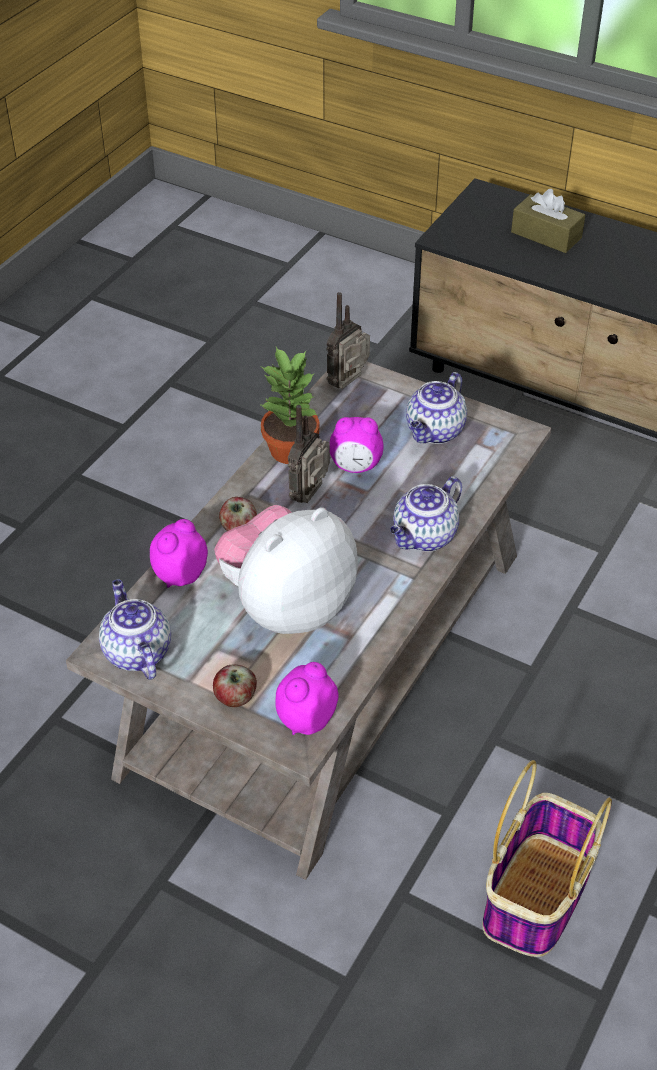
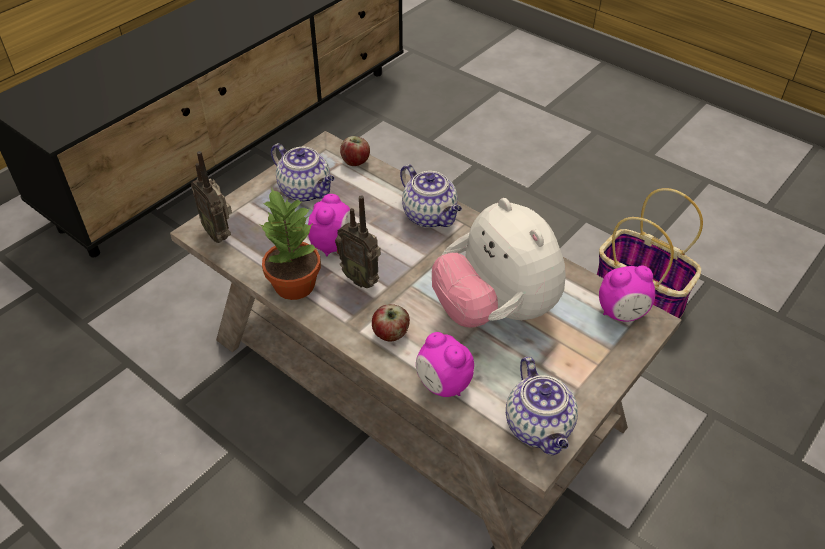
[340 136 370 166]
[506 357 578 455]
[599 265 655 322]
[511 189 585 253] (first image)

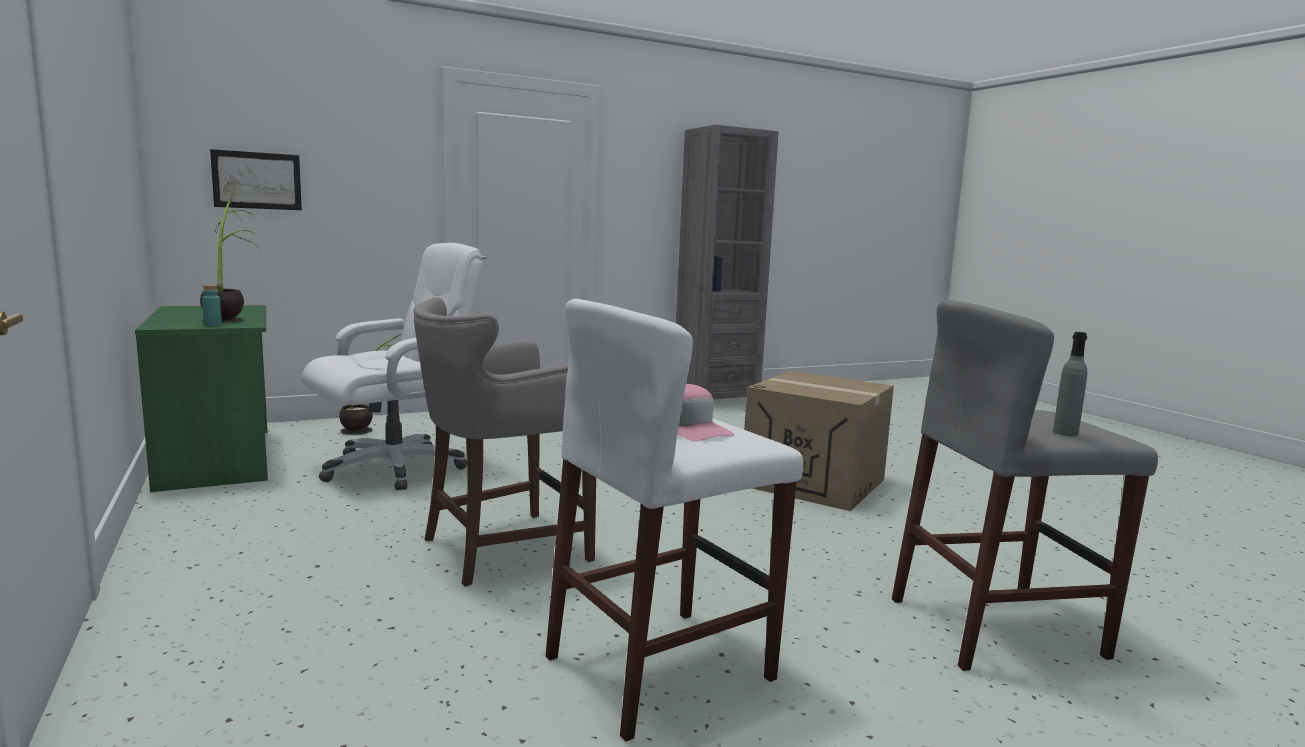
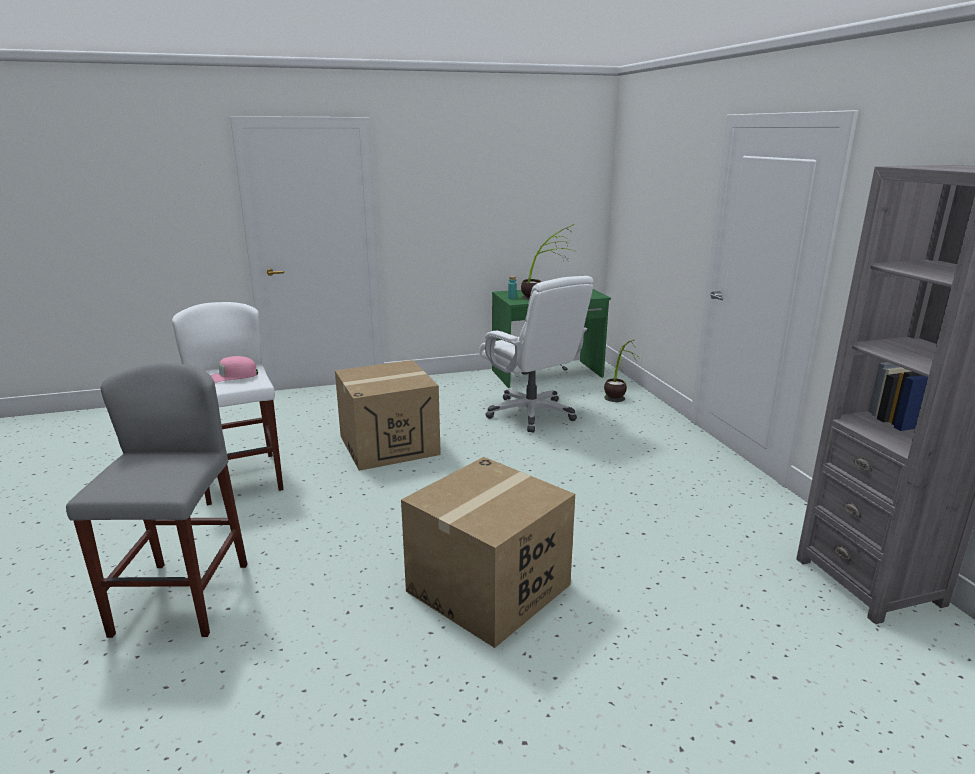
[335 360 441 471]
[210 149 302 210] (first image)
[1053 332 1087 436] (first image)

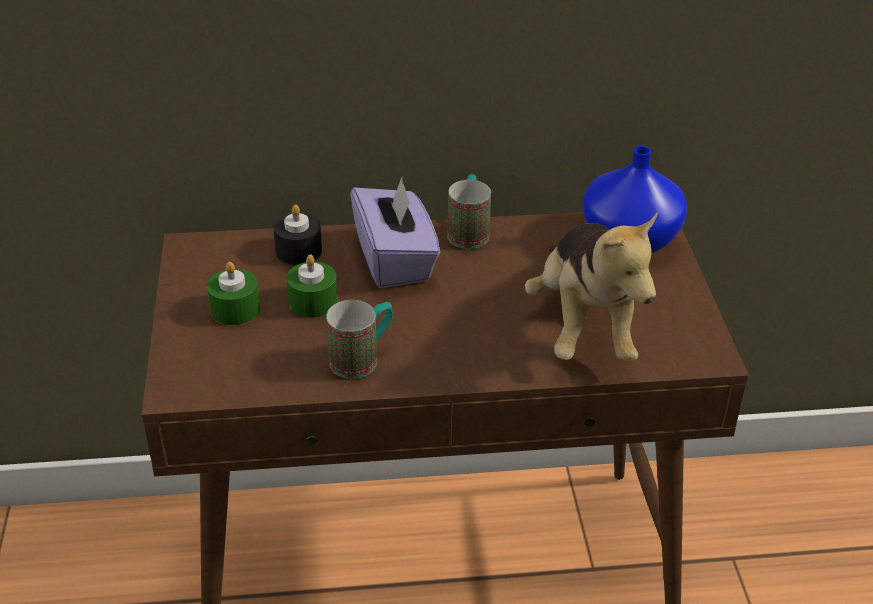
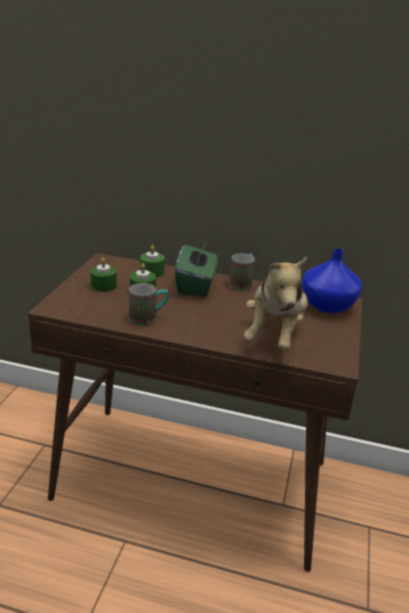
[140 245 165 277]
[175 242 218 297]

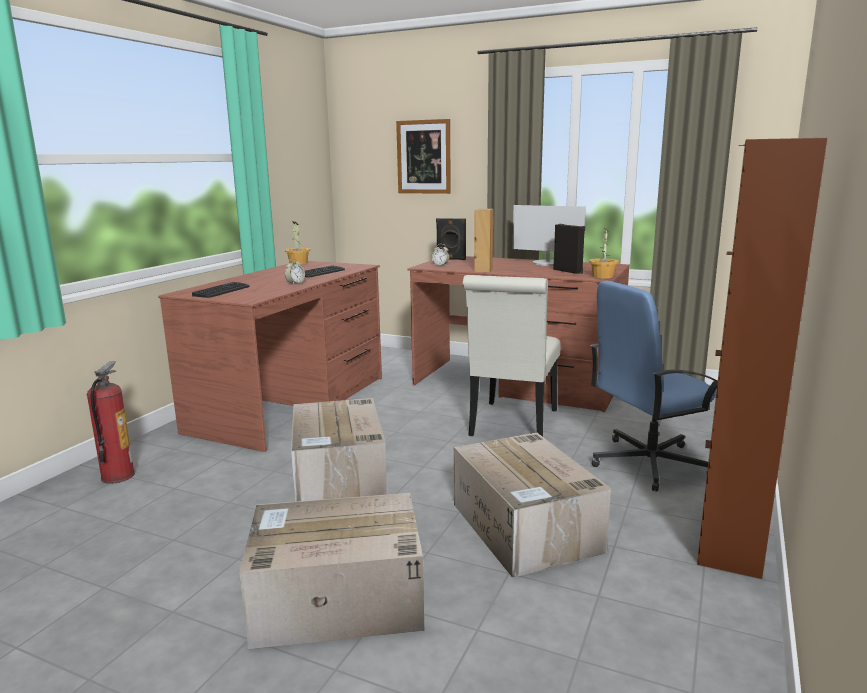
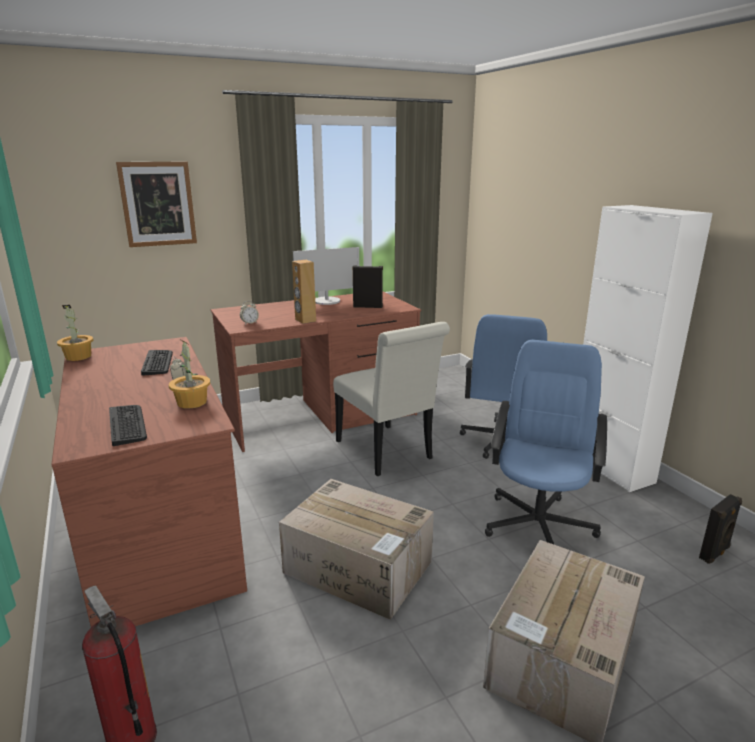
[169 339 210 409]
[485 340 607 544]
[583 205 713 492]
[699 494 742 564]

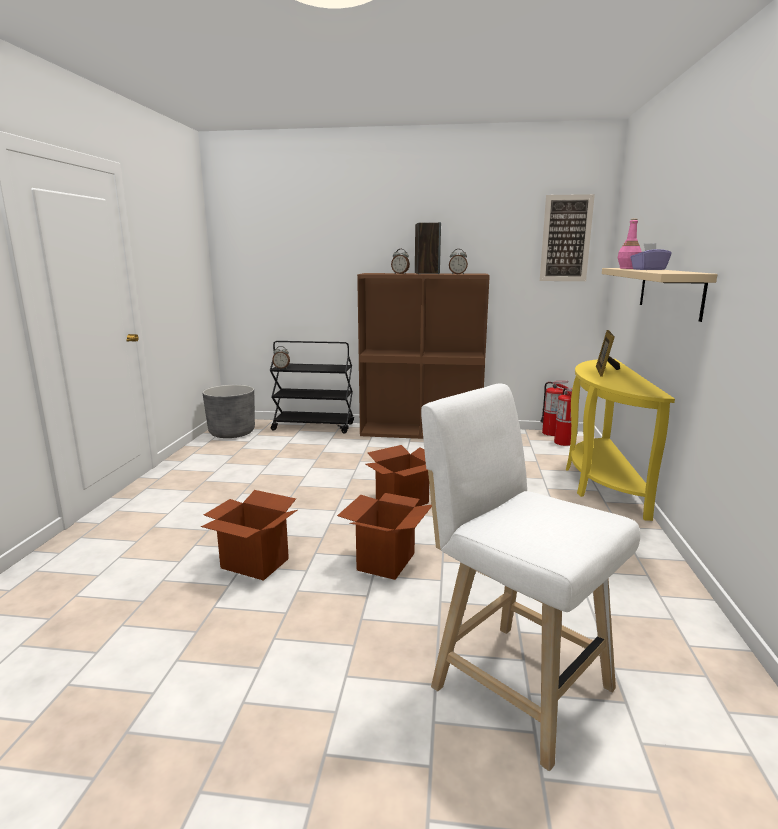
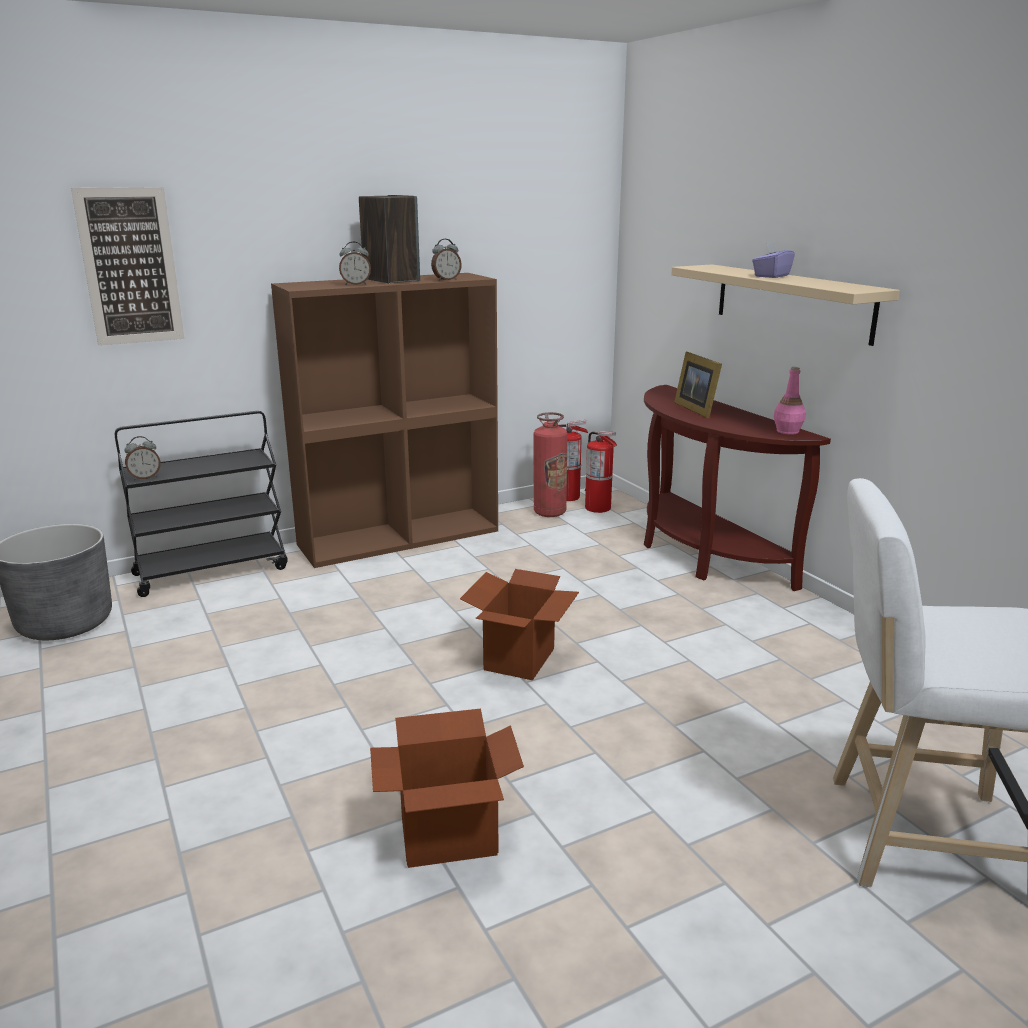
[71 187 185 346]
[534 412 568 517]
[644 385 831 591]
[774 367 806 435]
[337 493 432 580] (first image)

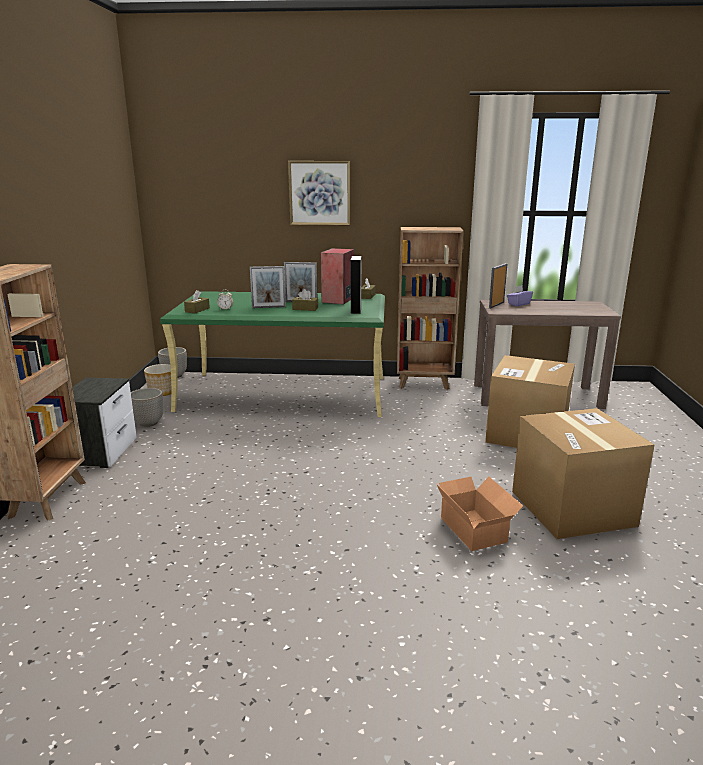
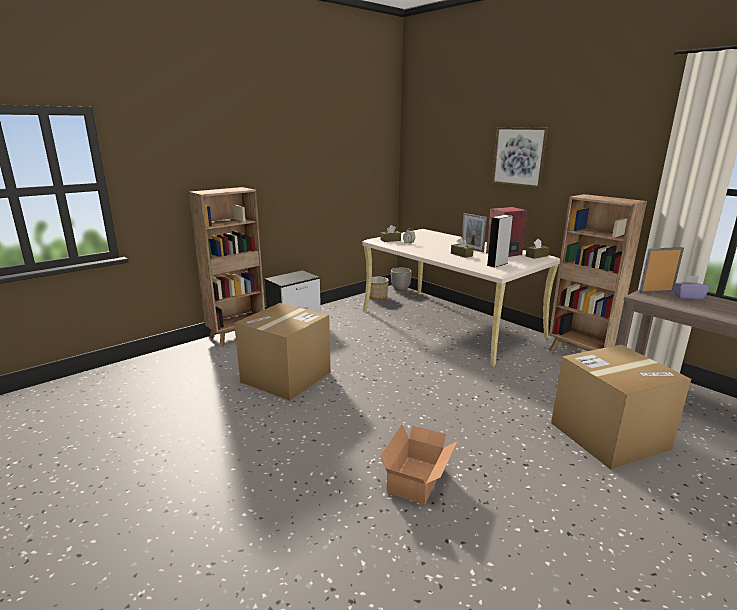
[234 303 331 401]
[362 229 560 366]
[131 388 163 427] (first image)
[250 266 286 308] (first image)

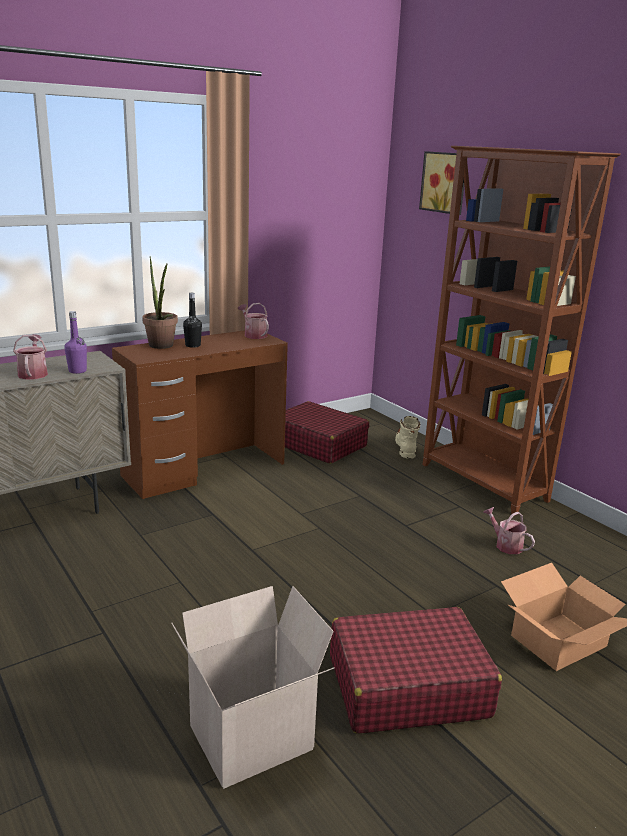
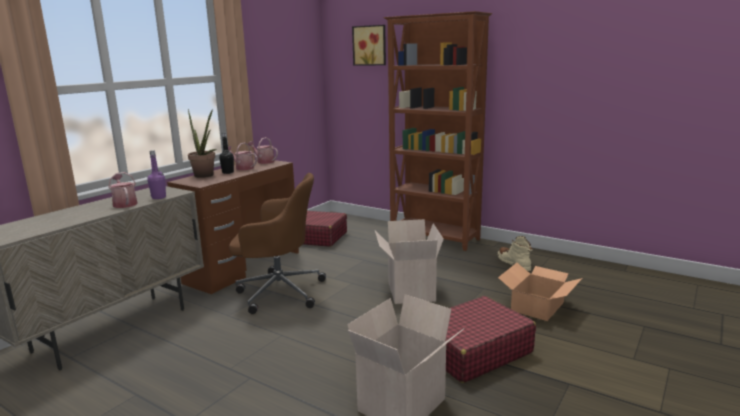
[228 142 257 170]
[229 173 326 314]
[375 219 444 304]
[497 236 533 272]

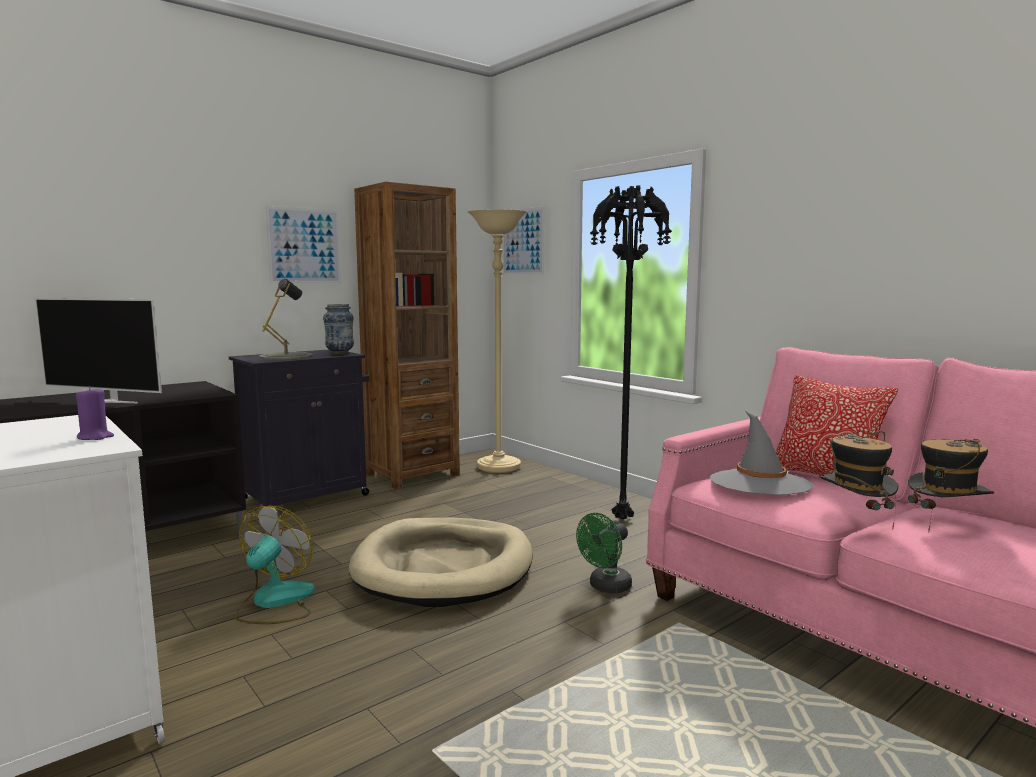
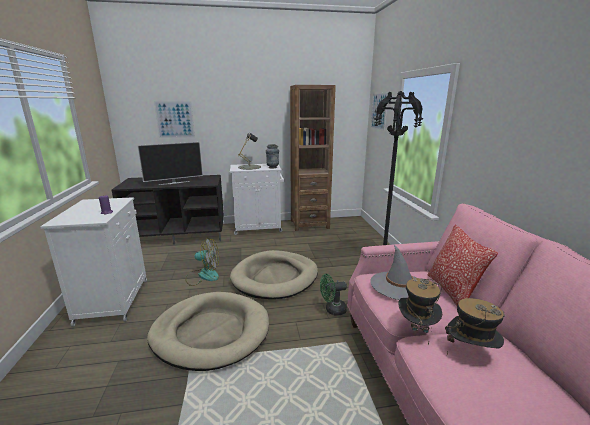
[137 142 203 185]
[147 292 269 371]
[154 101 195 138]
[185 238 219 286]
[230 164 284 235]
[468 209 528 473] (first image)

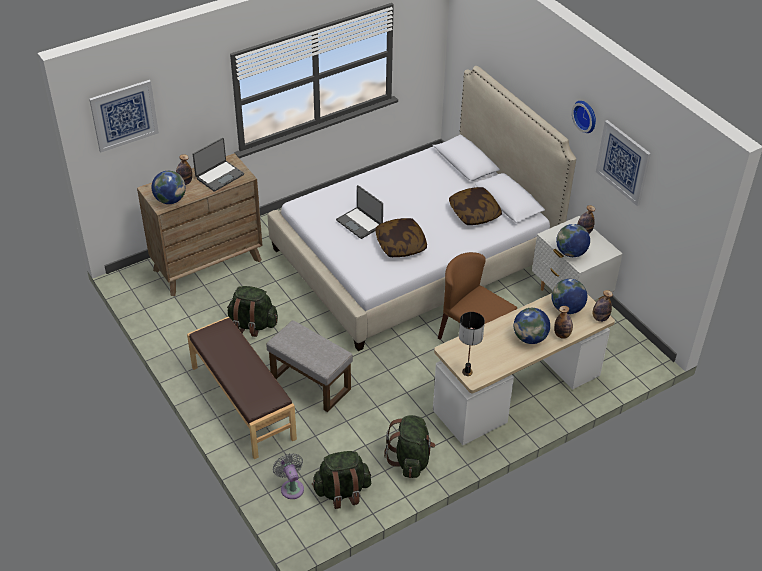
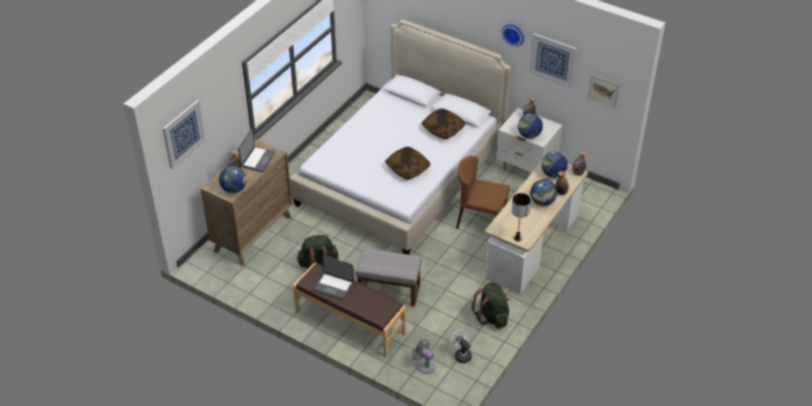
[314 255 354 300]
[449 329 472 363]
[588 75 619 108]

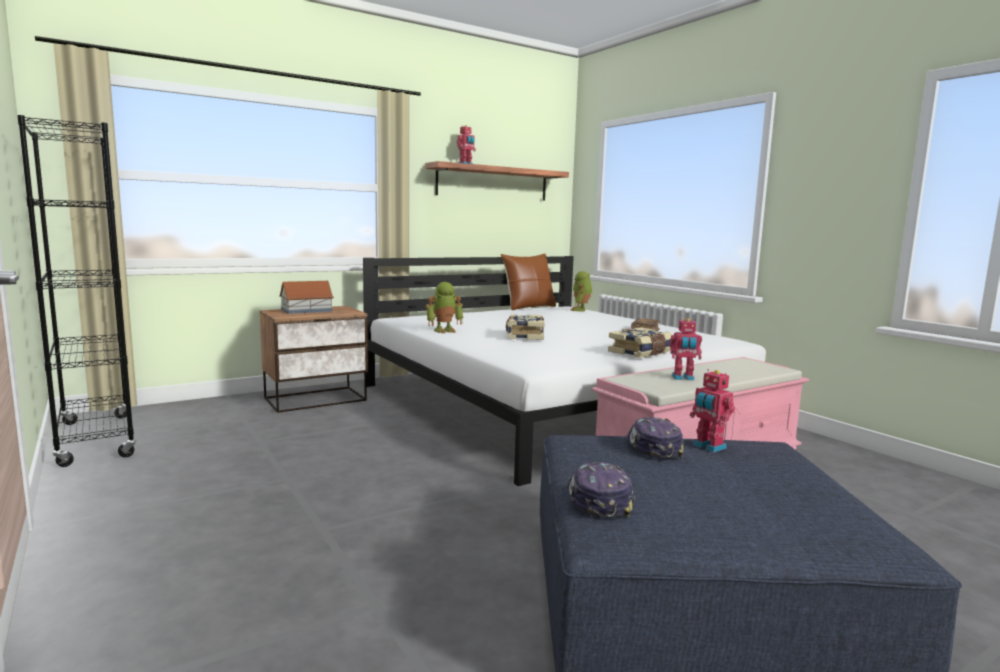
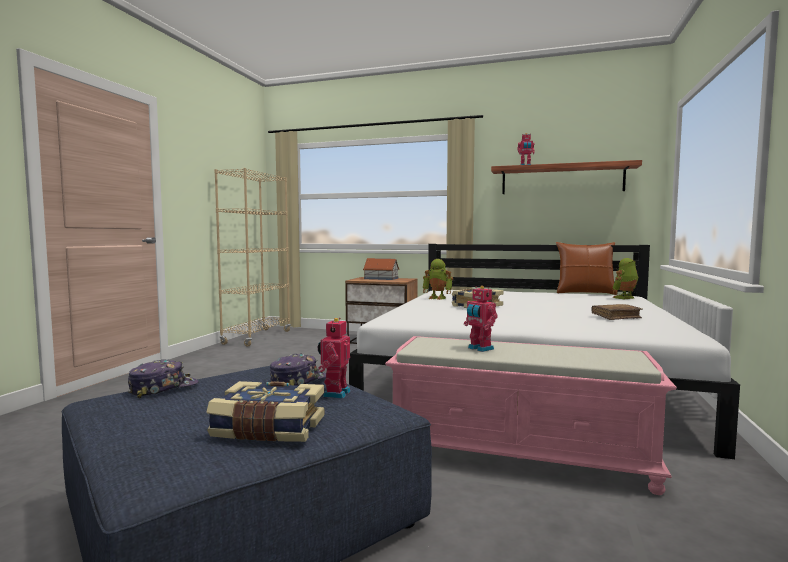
[207 381 324 442]
[214 168 291 347]

